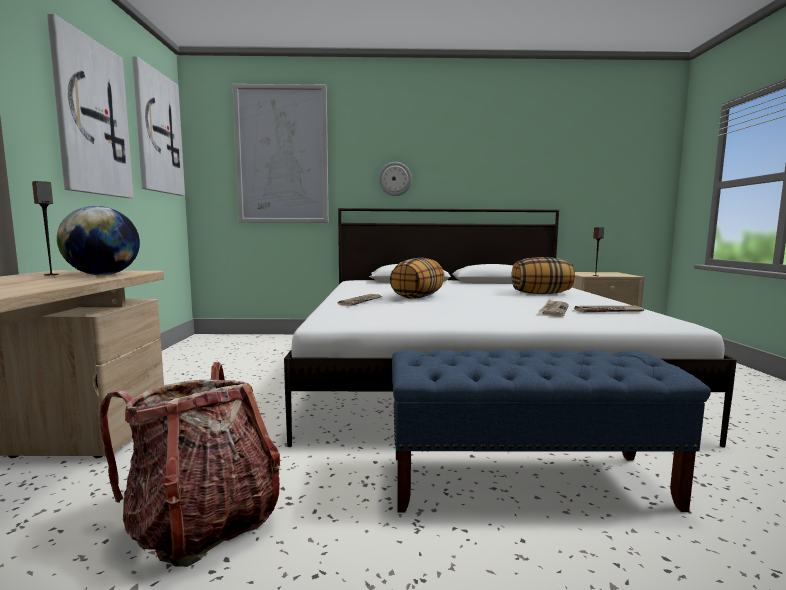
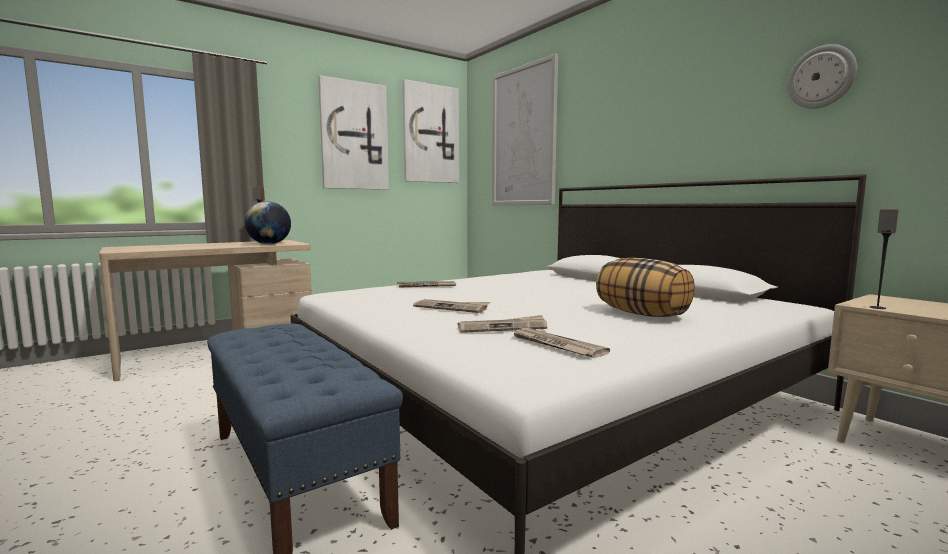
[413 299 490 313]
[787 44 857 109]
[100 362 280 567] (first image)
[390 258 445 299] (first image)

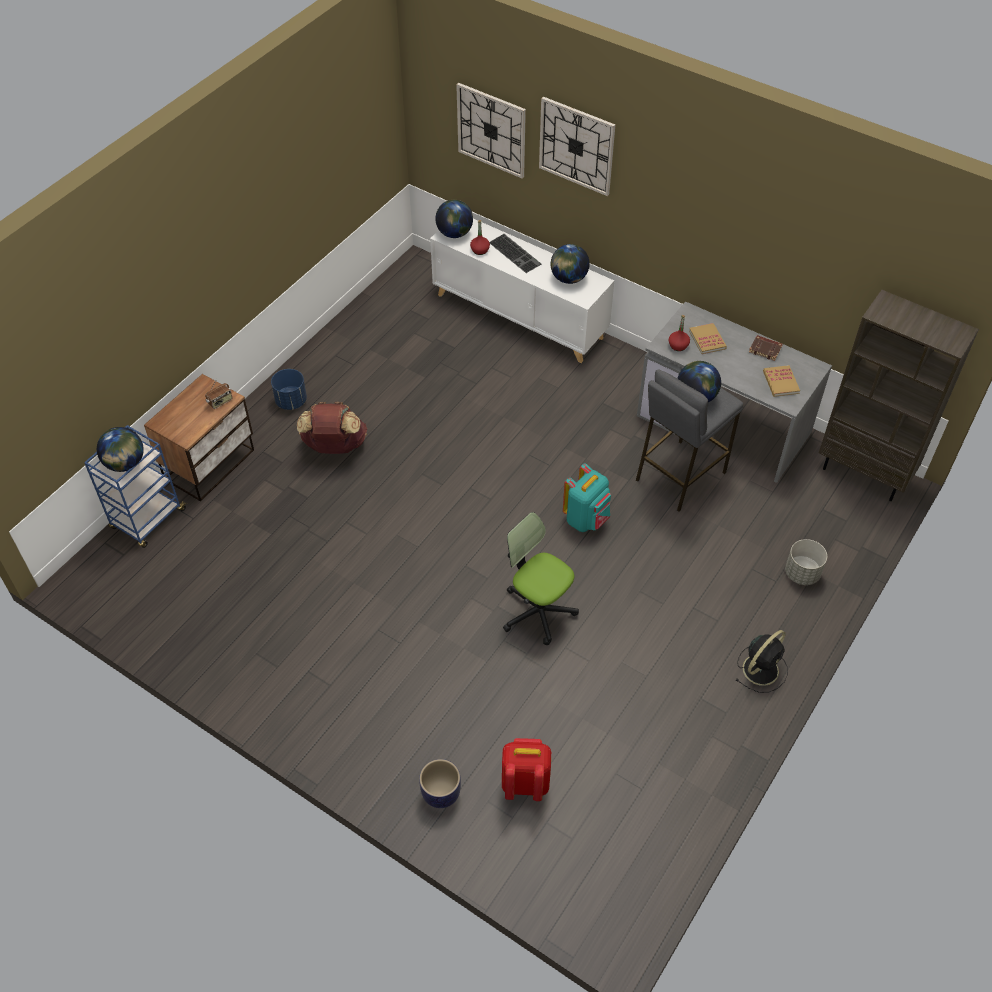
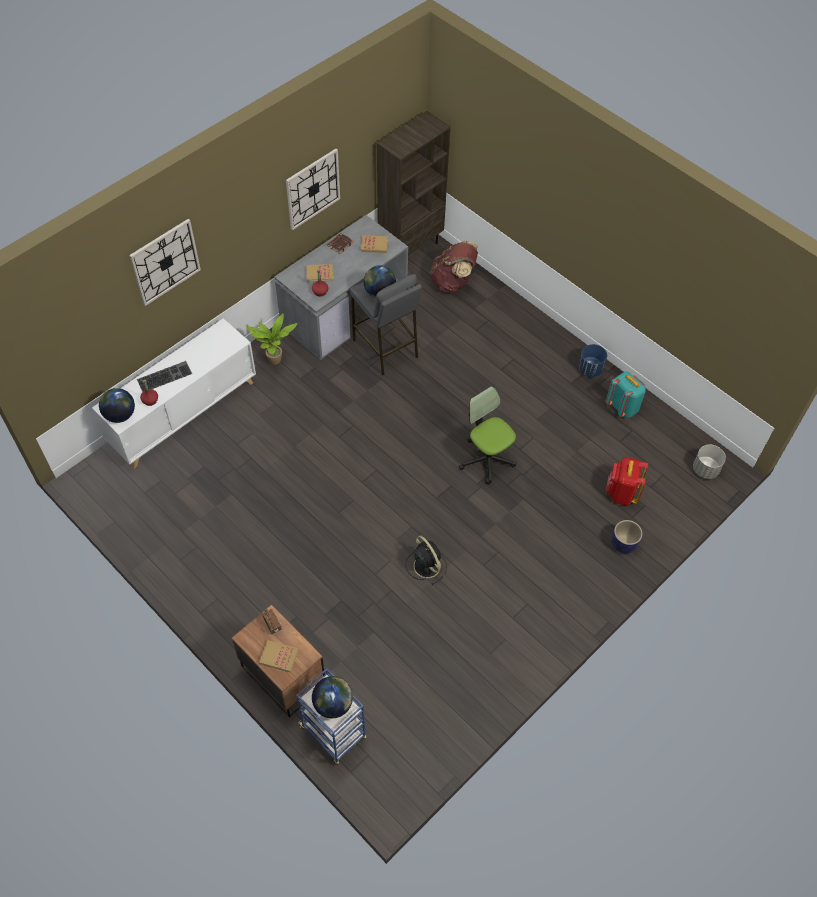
[246 313 297 365]
[259 640 299 673]
[286 149 340 230]
[406 535 447 586]
[430 240 478 293]
[459 386 516 484]
[578 344 607 377]
[605 371 646 418]
[693 445 726 479]
[551 244 590 284] (first image)

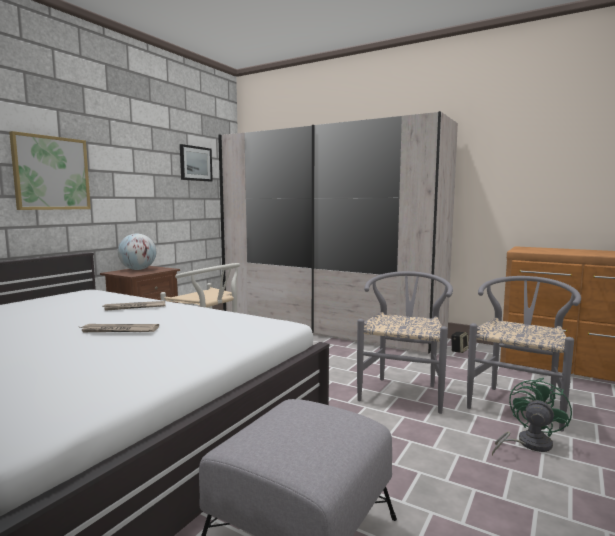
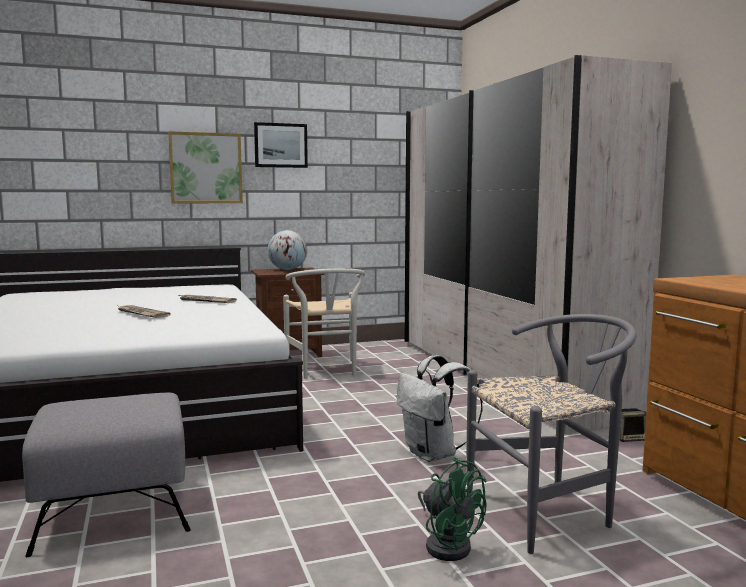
[254 122 308 168]
[397 355 483 462]
[418 457 487 561]

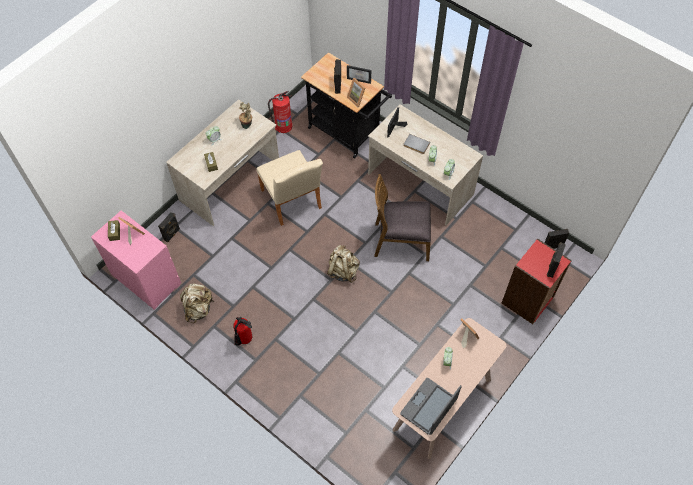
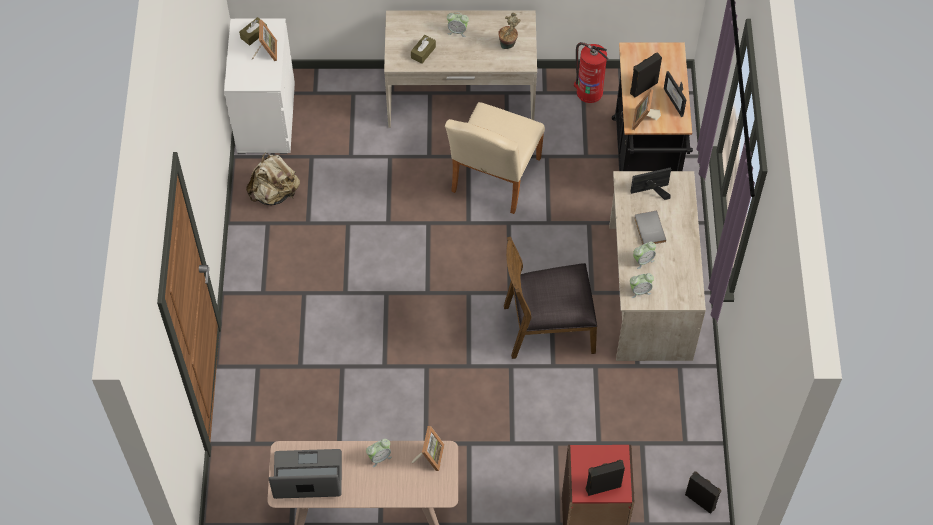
[224 19 295 154]
[504 237 597 359]
[158 212 180 243] (first image)
[233 317 252 346] (first image)
[327 245 360 283] (first image)

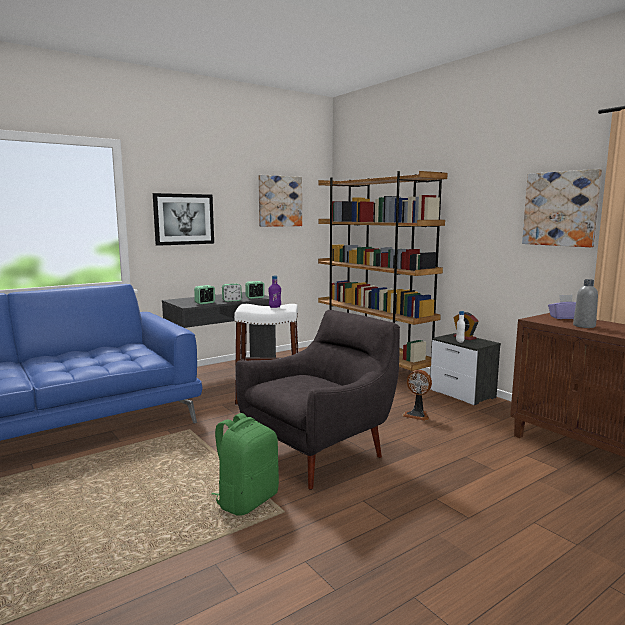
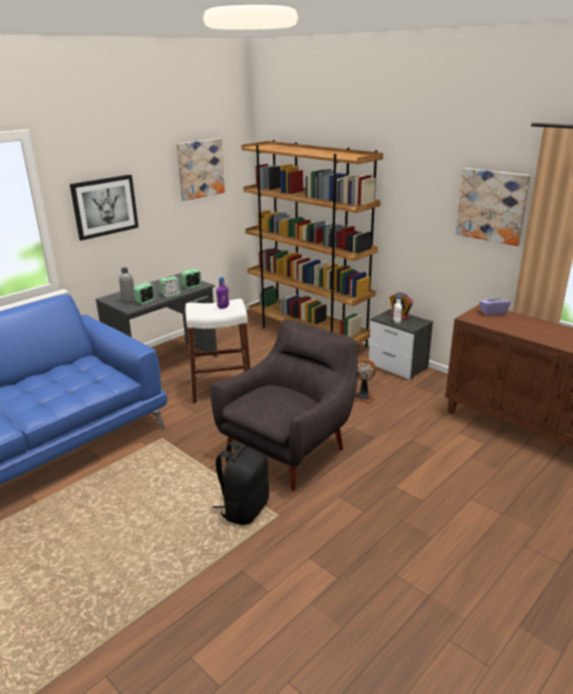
[119 268 135 303]
[213 441 269 525]

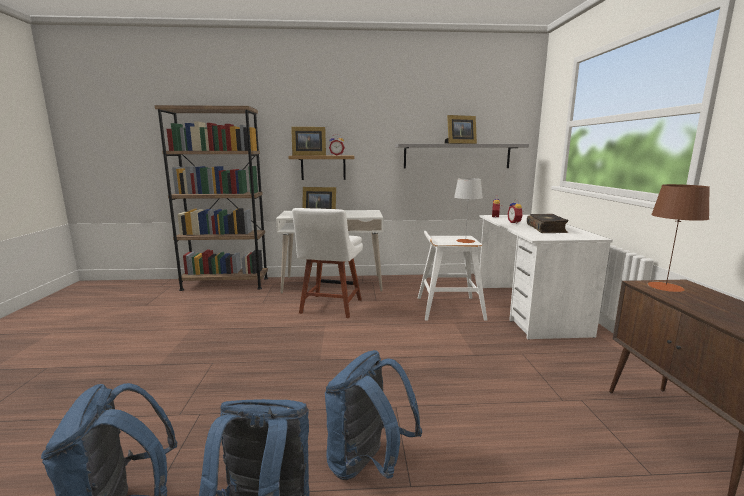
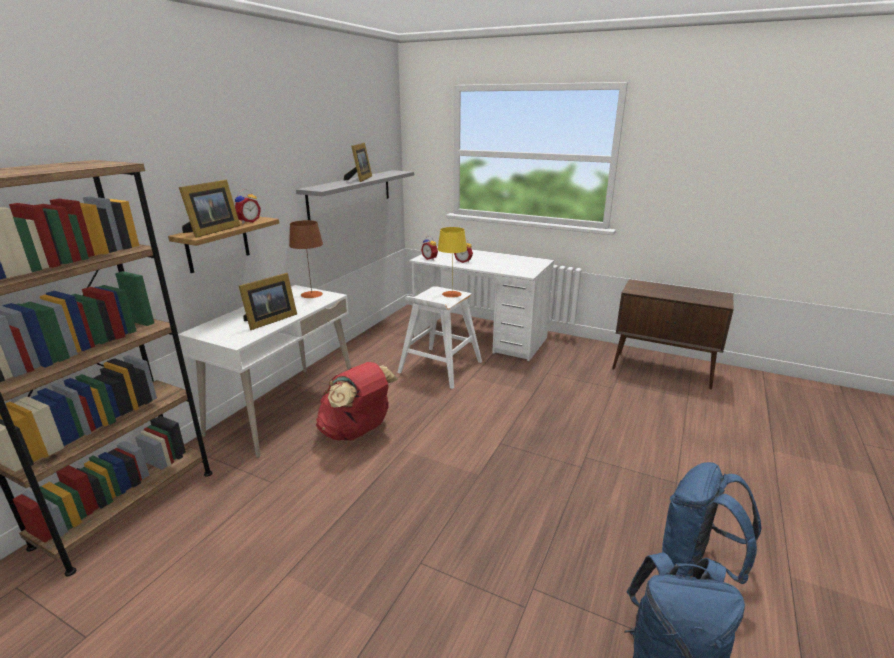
[289 220 323 298]
[316 362 398 440]
[437 227 467 298]
[325 350 422 480] (first image)
[527 214 569 233] (first image)

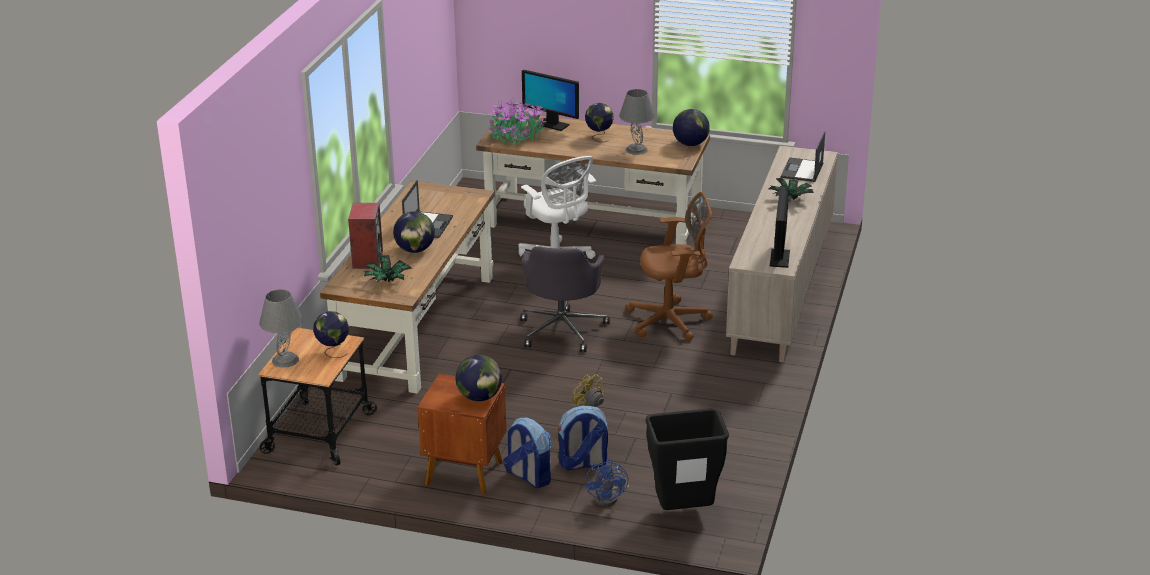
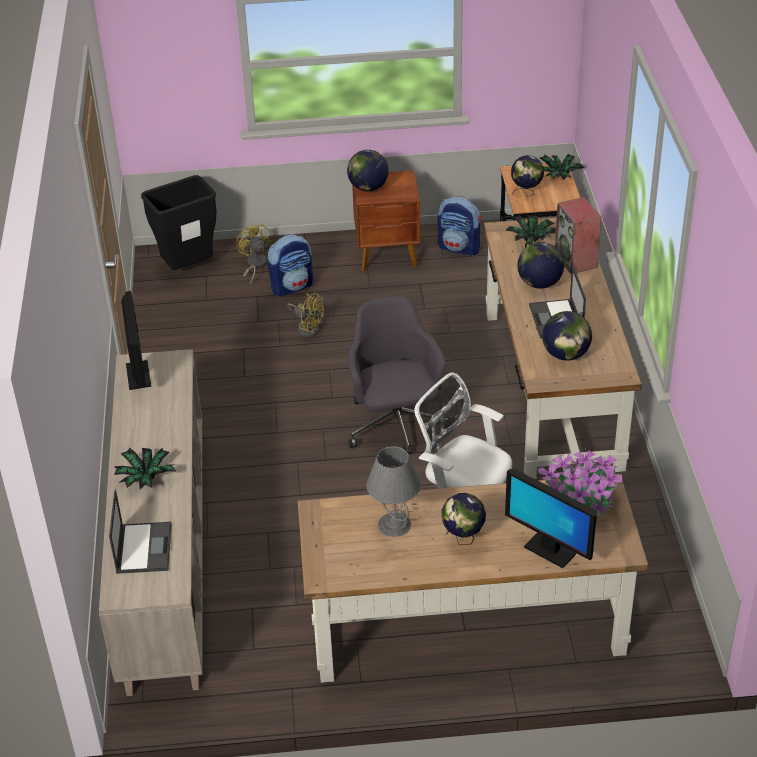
[236 222 271 284]
[438 197 482 256]
[505 469 597 568]
[540 154 585 180]
[542 311 592 361]
[625 192 713 341] (first image)

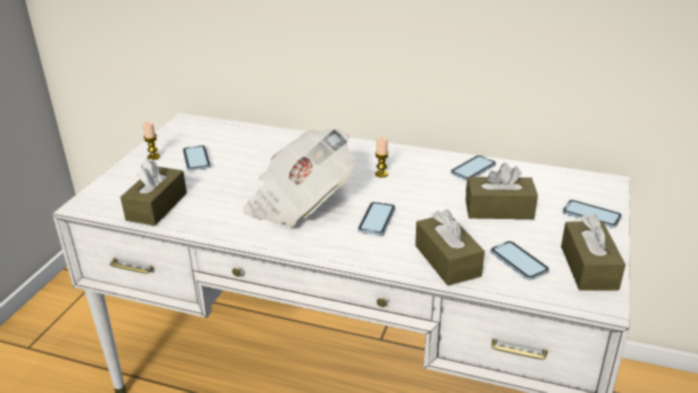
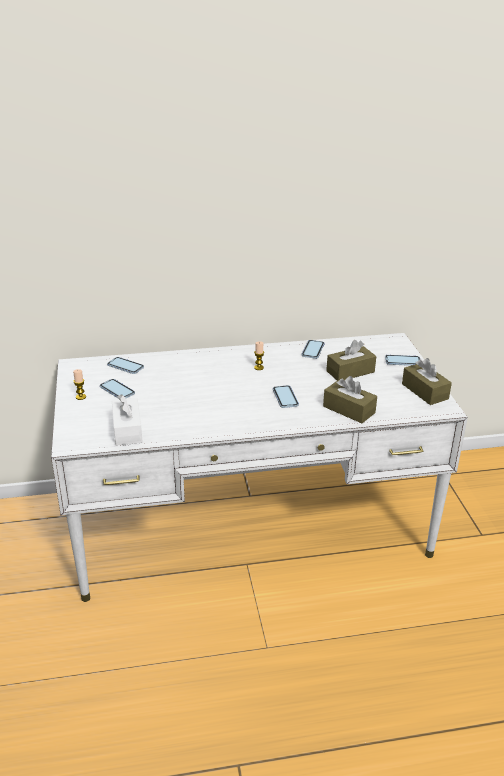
[107 357 144 374]
[112 394 142 446]
[243 128 355 227] (first image)

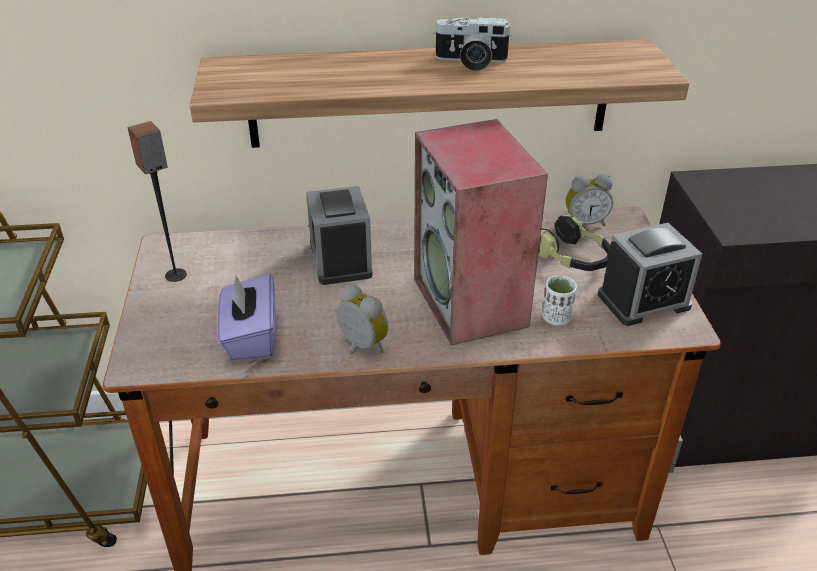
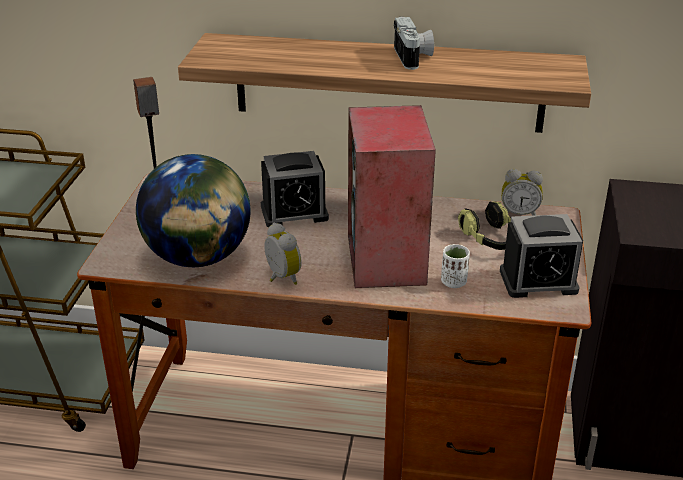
[136 154 250 267]
[261 151 329 228]
[394 16 434 70]

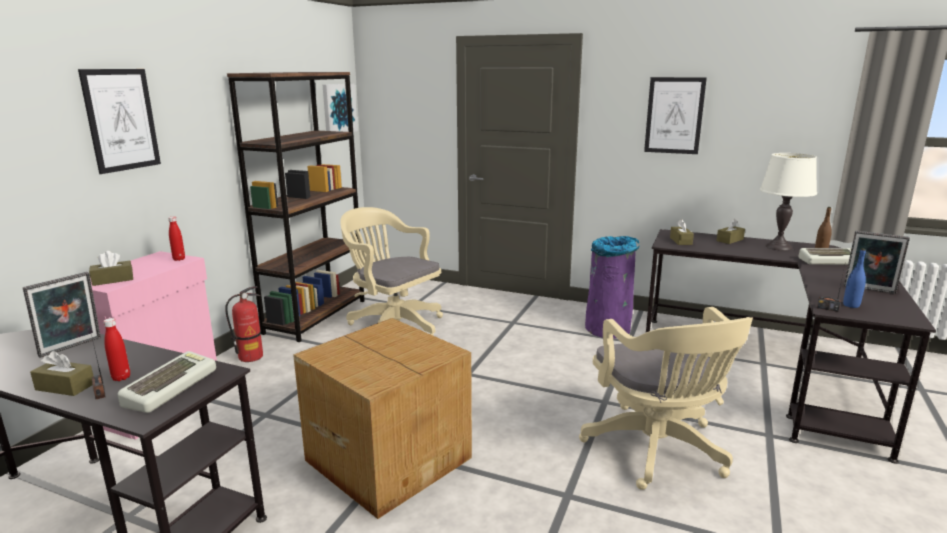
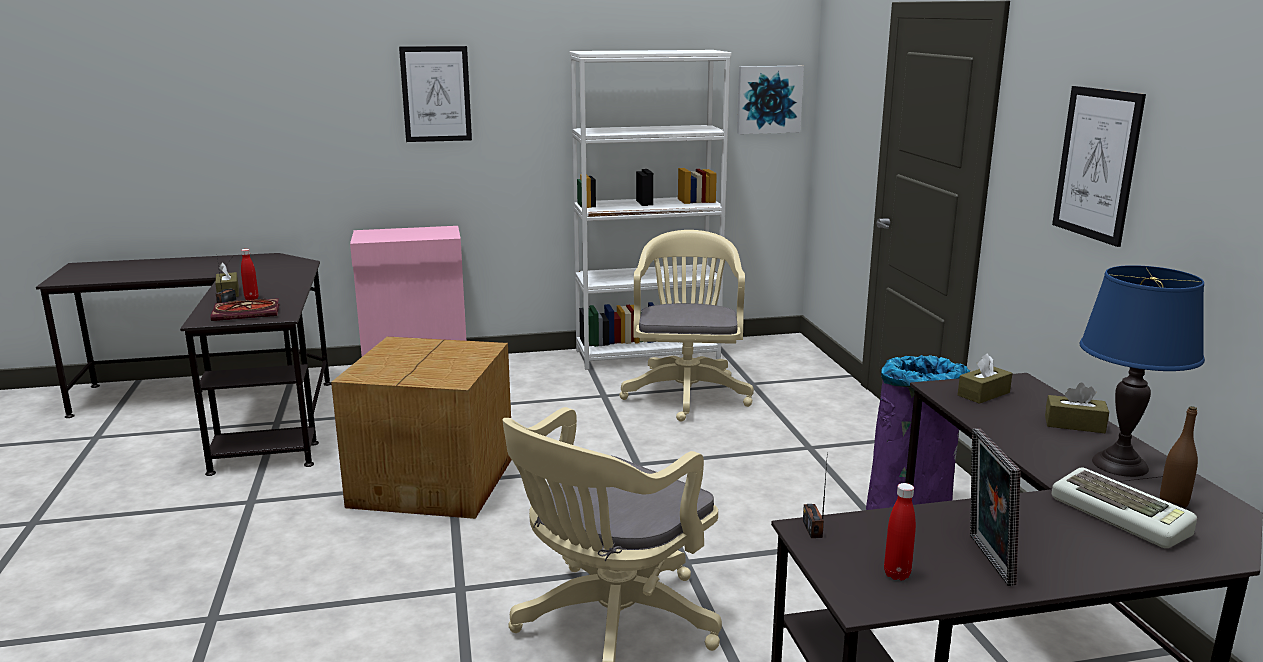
[210 298 279 321]
[570 50 731 370]
[884 483 916 580]
[1080 265 1205 477]
[23 272 101 358] (first image)
[89 251 133 286] (first image)
[225 286 263 362] (first image)
[843 248 866 308] (first image)

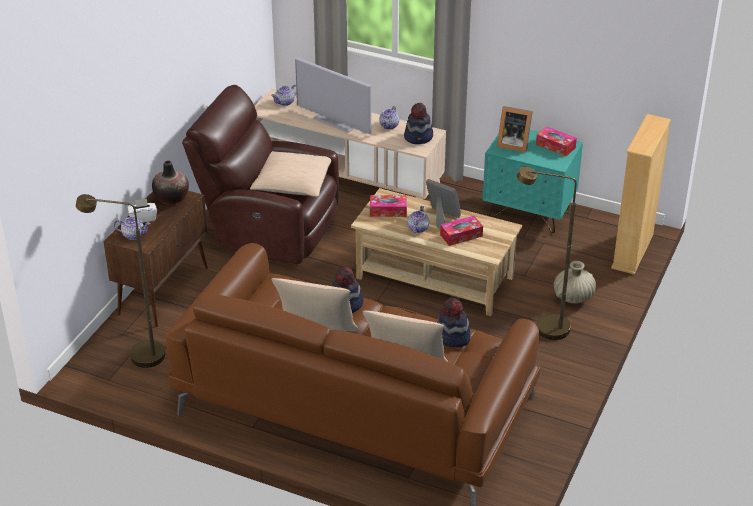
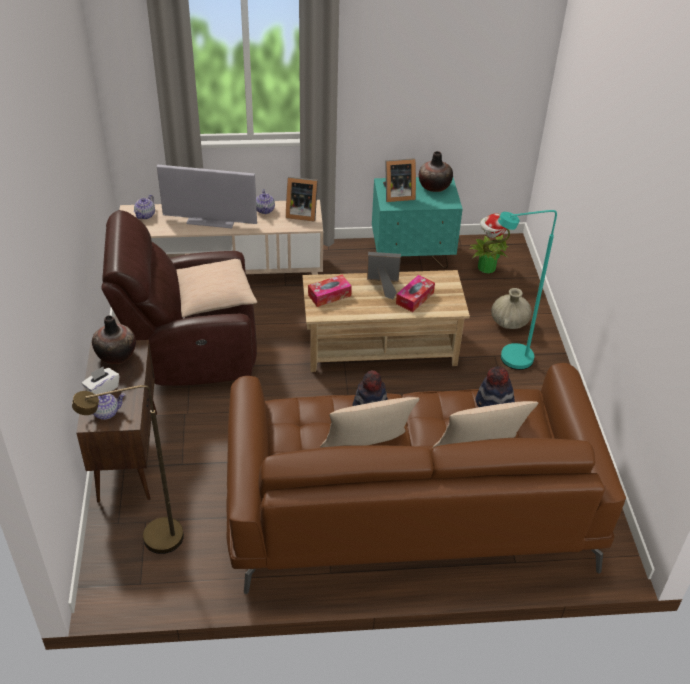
[286 177 318 222]
[419 151 453 192]
[470 213 510 273]
[498 210 557 370]
[407 206 429 234] (first image)
[611 114 671 274] (first image)

